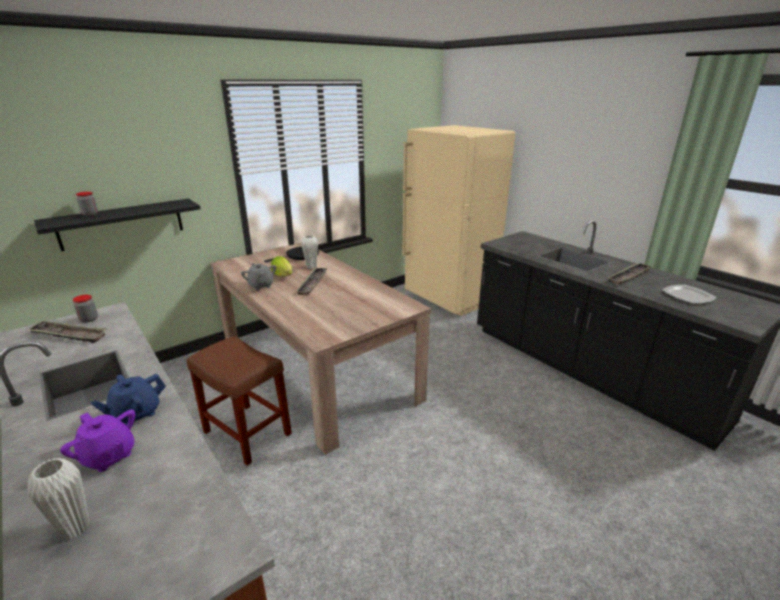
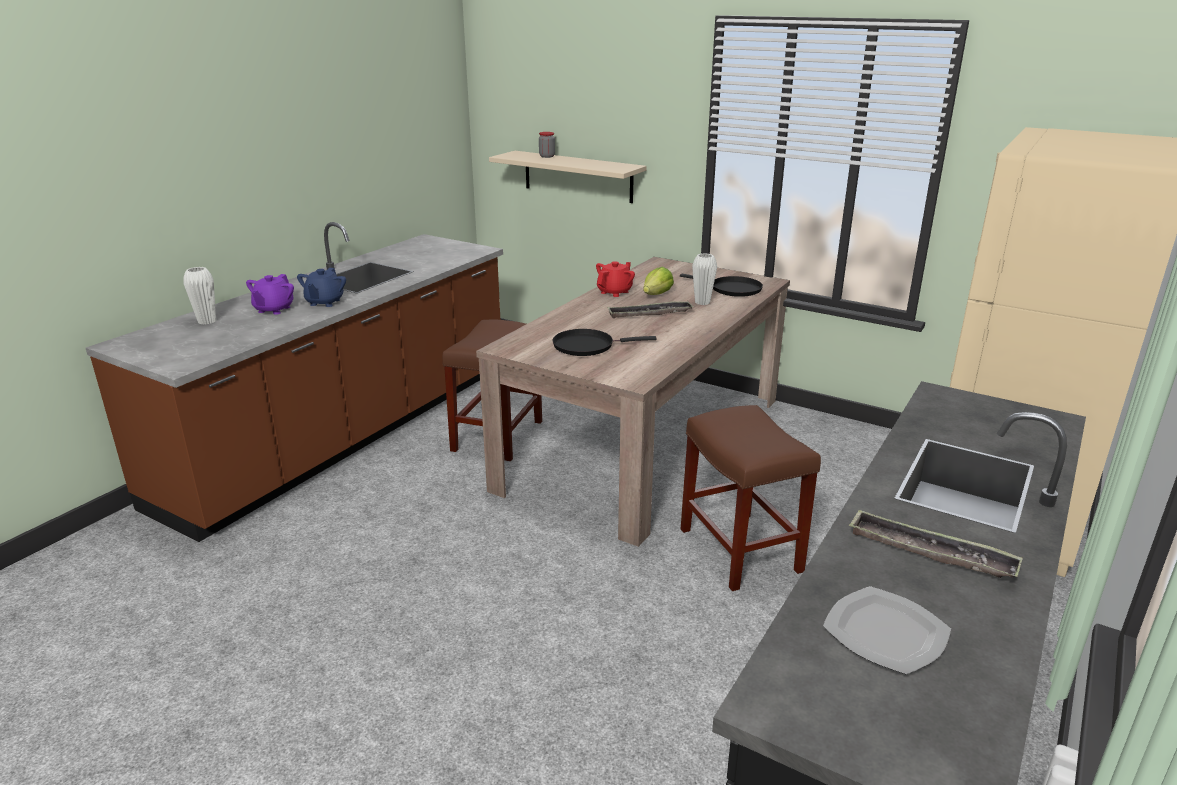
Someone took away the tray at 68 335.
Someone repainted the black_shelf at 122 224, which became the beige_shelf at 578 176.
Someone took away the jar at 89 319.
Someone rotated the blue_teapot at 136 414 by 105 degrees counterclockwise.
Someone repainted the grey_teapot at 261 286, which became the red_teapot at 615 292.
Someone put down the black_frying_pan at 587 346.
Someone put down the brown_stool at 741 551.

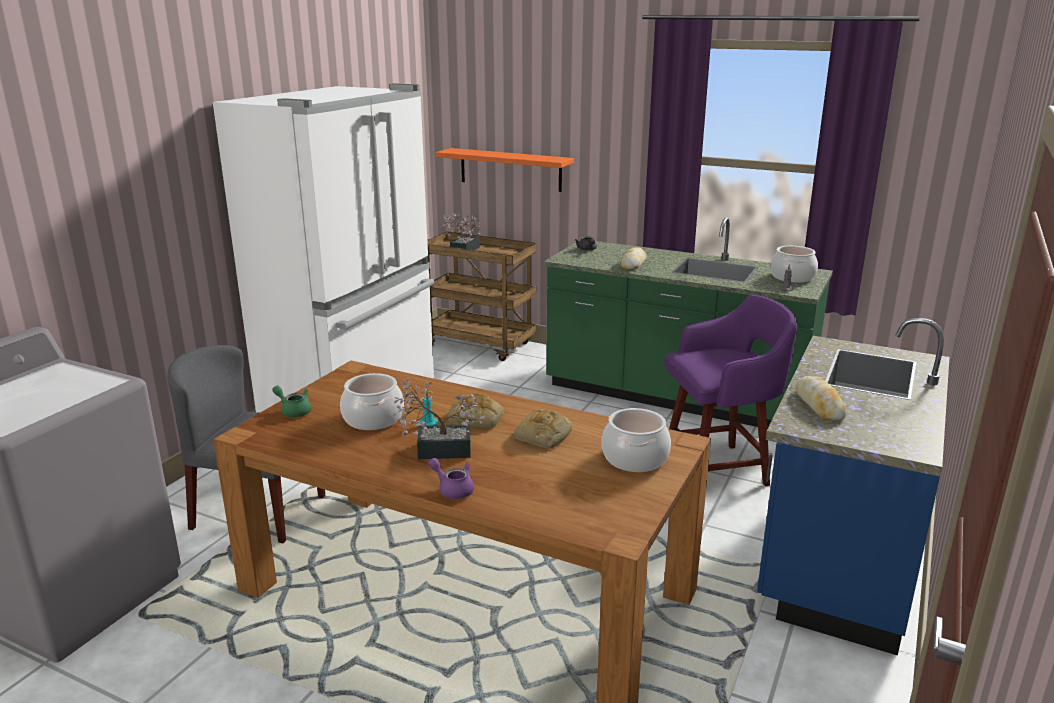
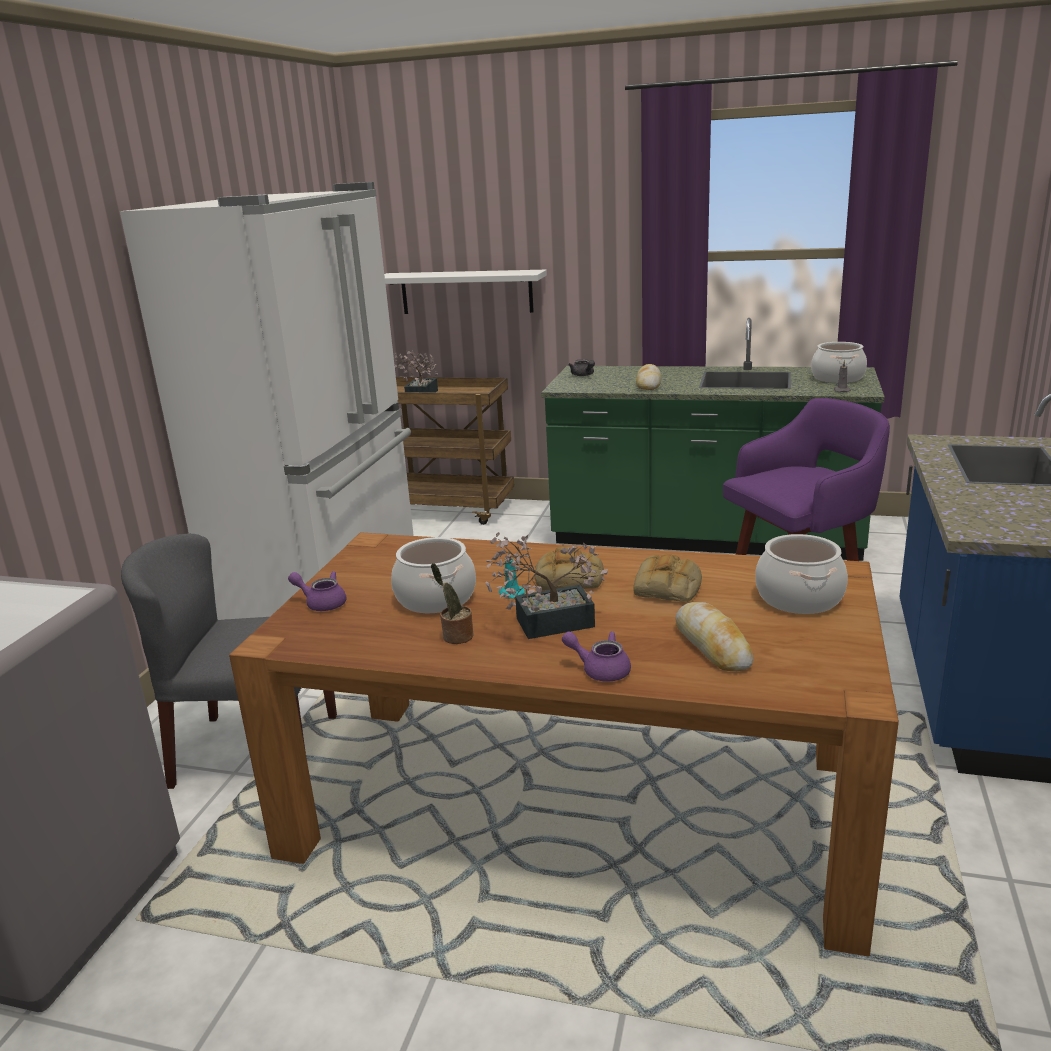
Someone repainted the green_teapot at 294 411, which became the purple_teapot at 322 603.
Someone repainted the orange_shelf at 510 169, which became the white_shelf at 466 292.
Someone carried the bread from 819 405 to 712 645.
Someone put down the potted_plant at 455 637.

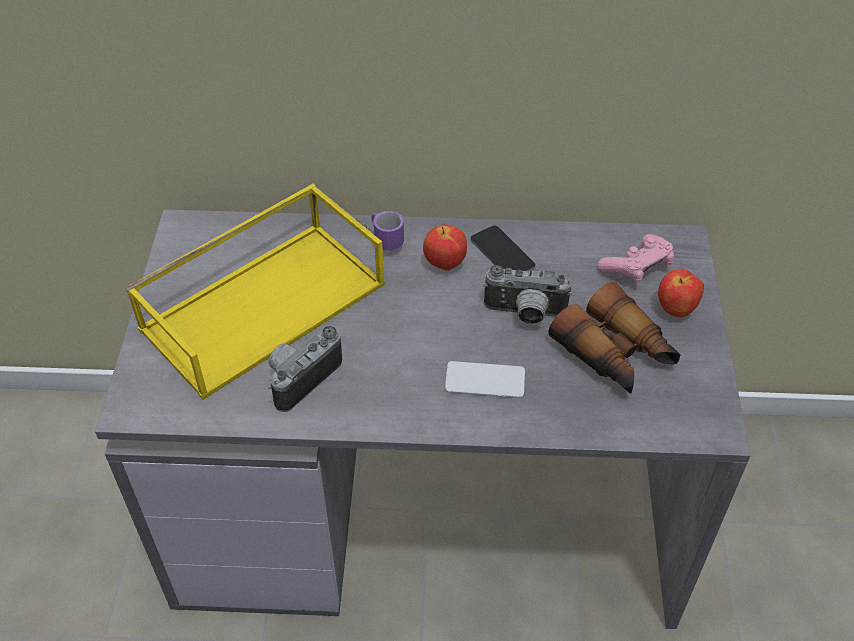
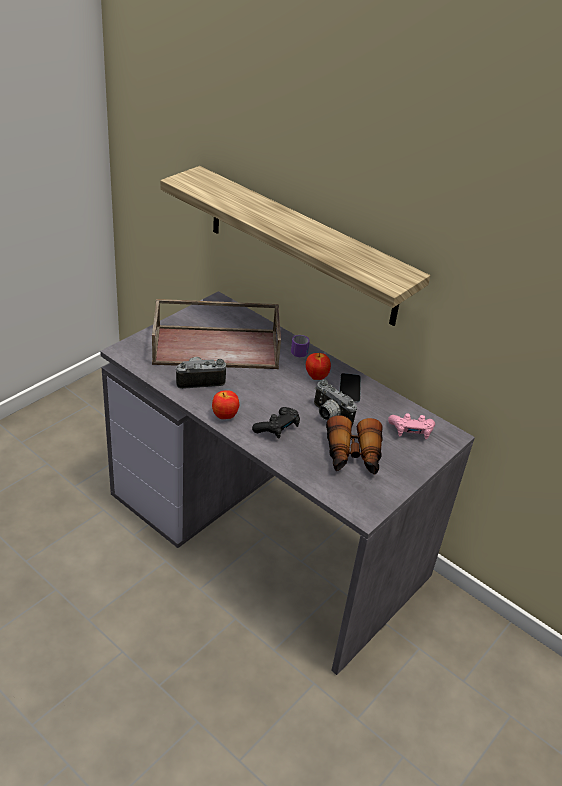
Someone repainted the yellow_tray at 264 304, which became the brown_tray at 217 347.
Someone swapped the phone at 485 381 for the black_game_controller at 277 429.
Someone carried the apple from 676 310 to 225 416.
Someone put up the shelf at 301 246.

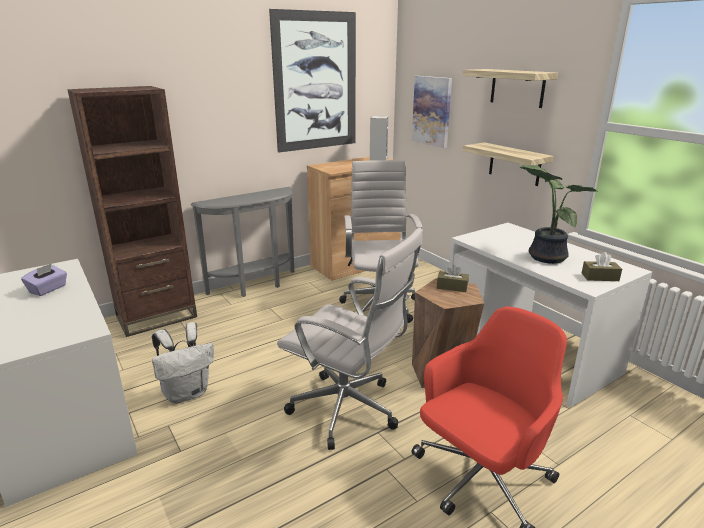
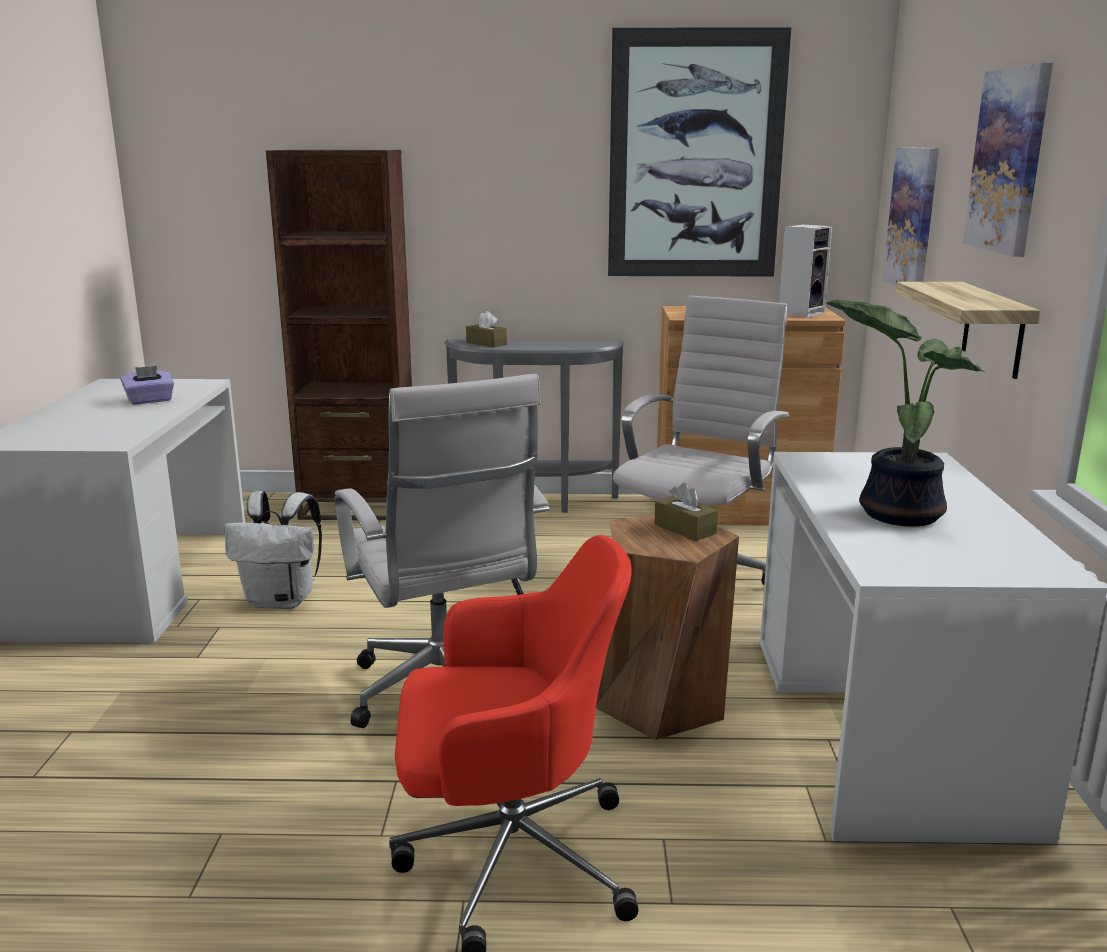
Someone swapped the shelf at 517 88 for the picture at 1009 161.
Someone carried the brown_tissue_box from 600 277 to 486 343.

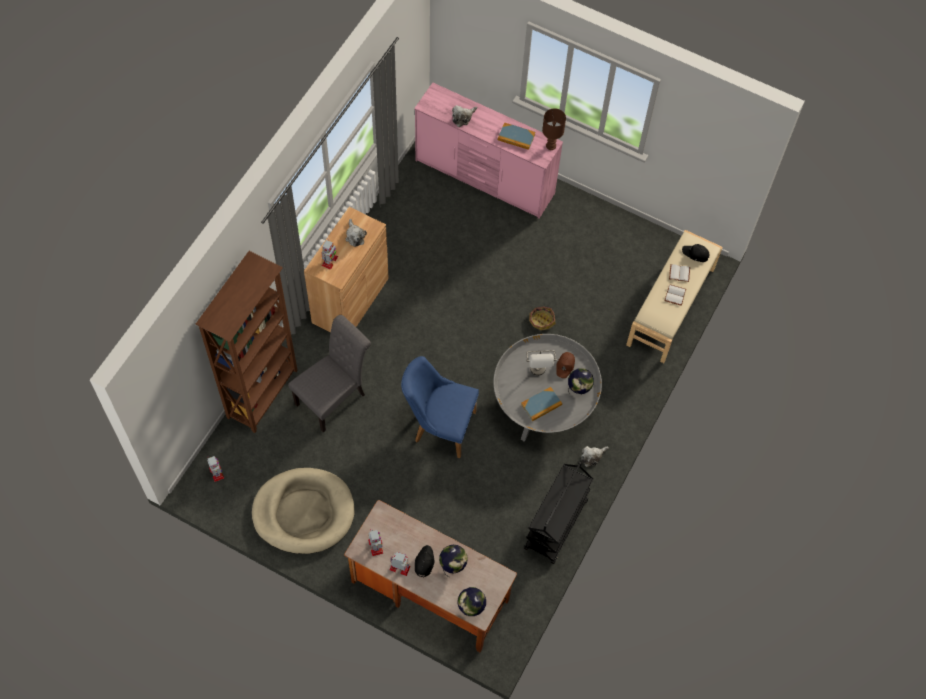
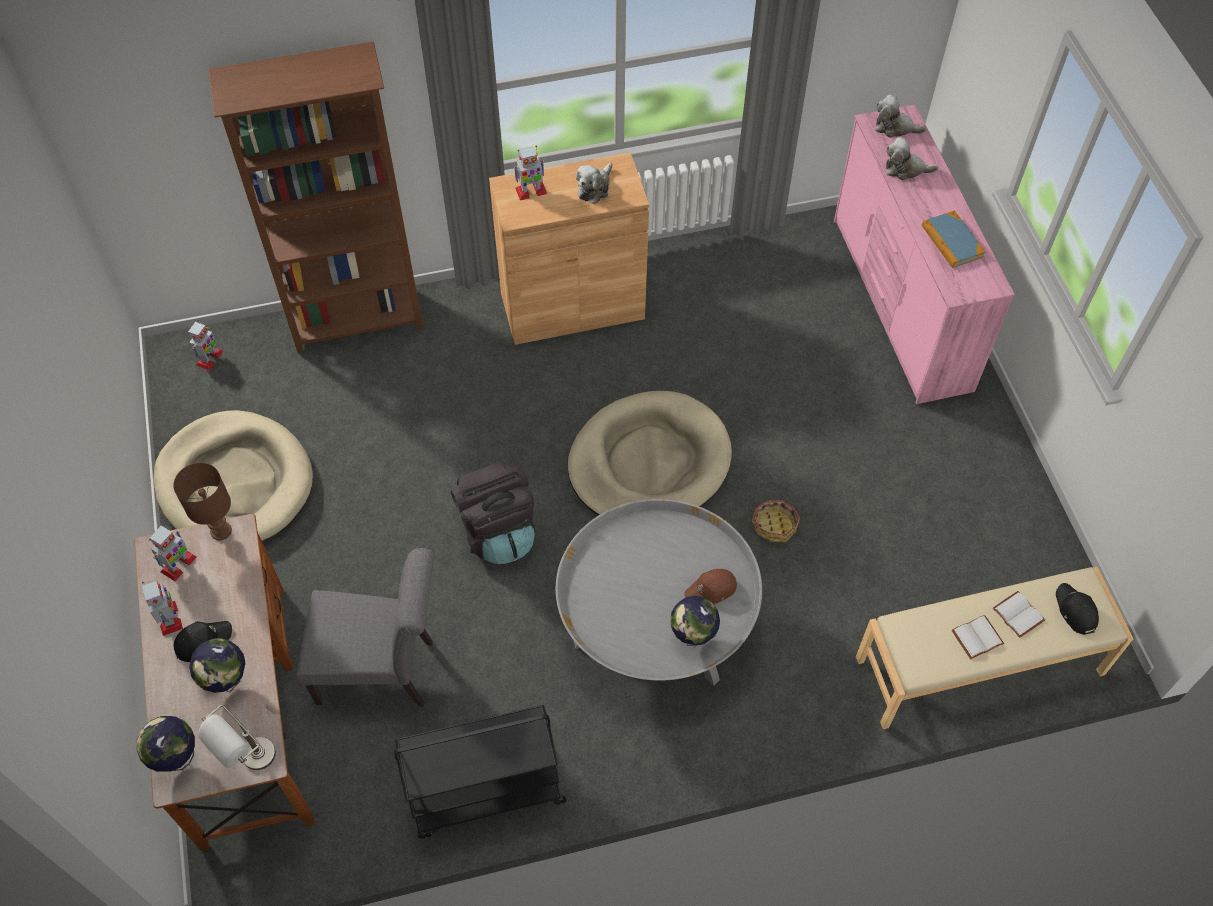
Someone carried the grey_chair from 334 397 to 384 671.
Someone swapped the blue_chair at 439 425 for the black_backpack at 498 531.
Someone took away the book at 541 405.
Someone carried the grey_table_lamp from 538 373 to 250 763.
Someone carried the brown_table_lamp from 550 145 to 220 530.
Someone carried the plush_toy from 592 457 to 895 127.
Someone put down the beige_dog_bed at 649 463.

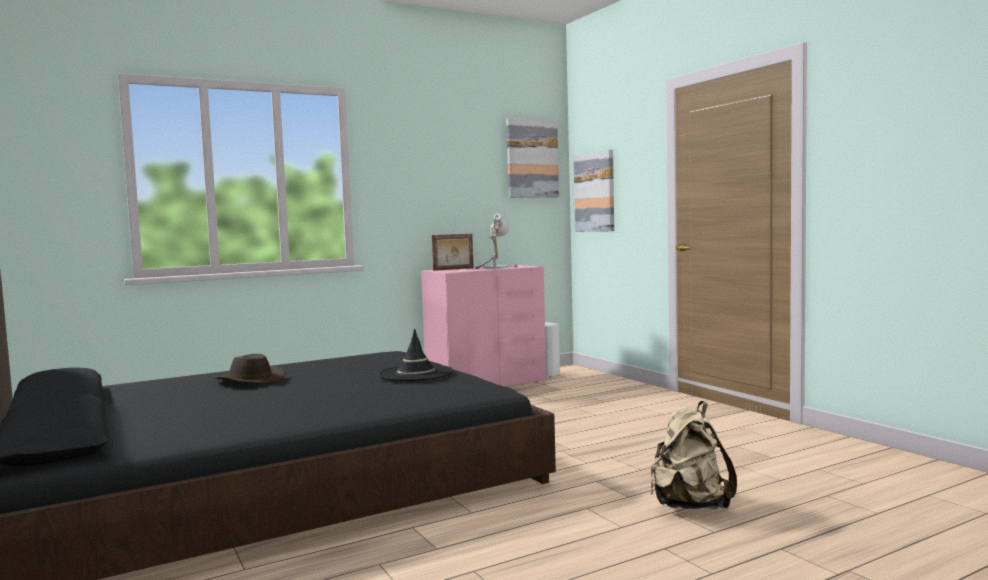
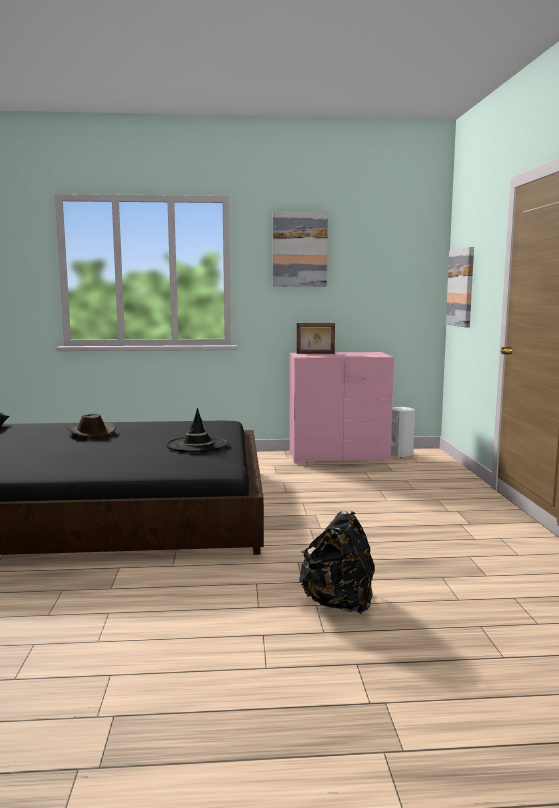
Someone took away the table_lamp at 493 267.
Someone carried the picture from 532 159 to 299 249.
Someone repainted the beige_backpack at 689 506, which became the black_backpack at 339 603.

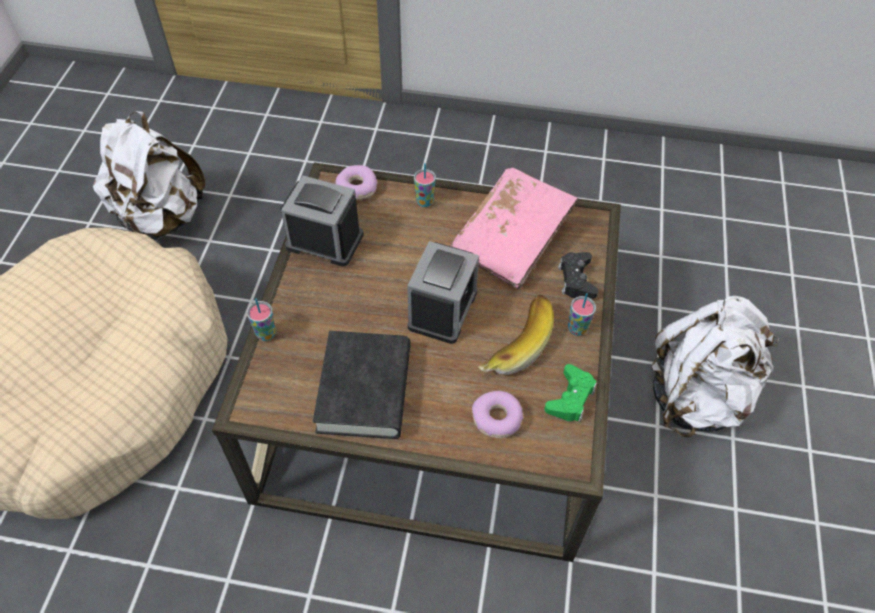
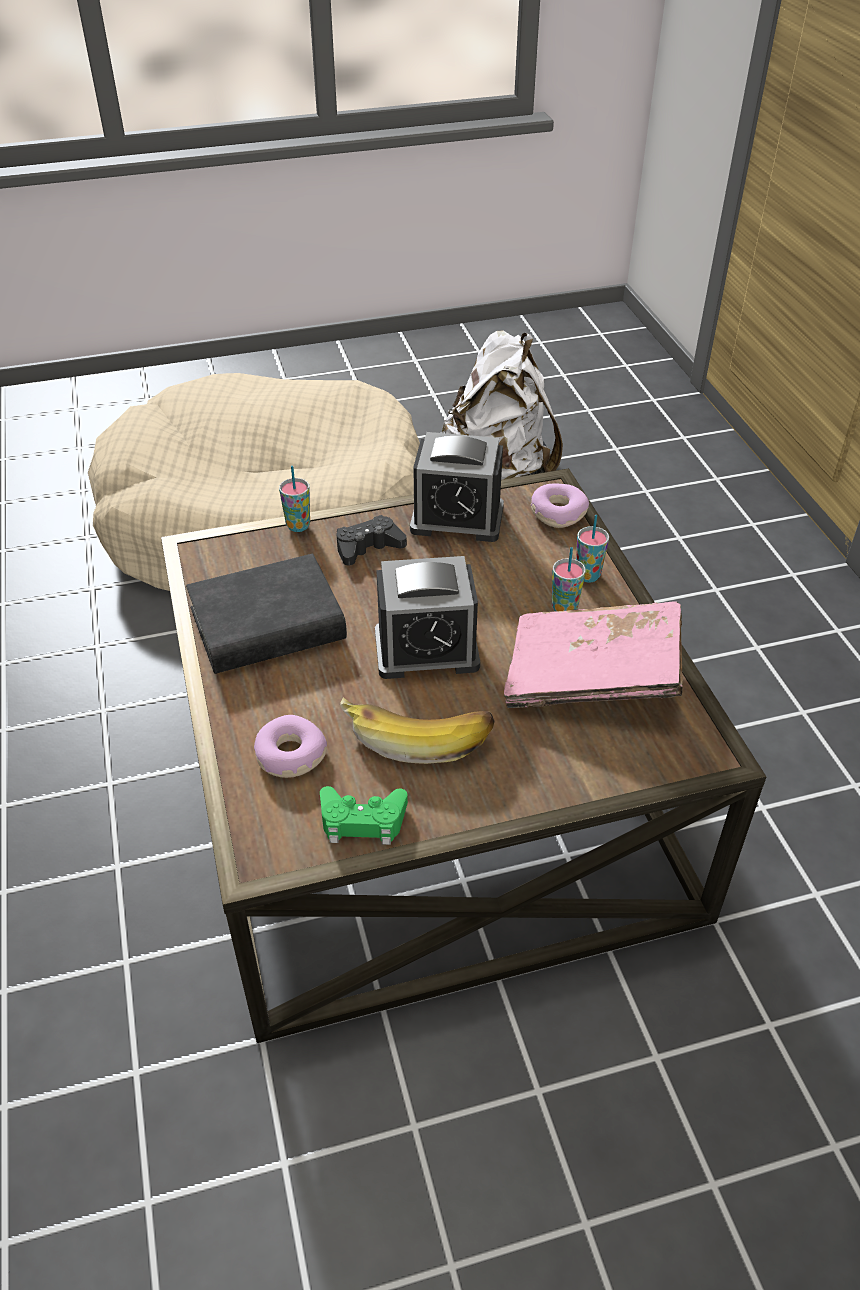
Someone rotated the alarm_clock at 324 241 by 105 degrees clockwise.
Someone carried the black_game_controller from 576 279 to 368 547.
Someone carried the cup from 577 329 to 564 608.
Someone took away the white_backpack at 697 396.

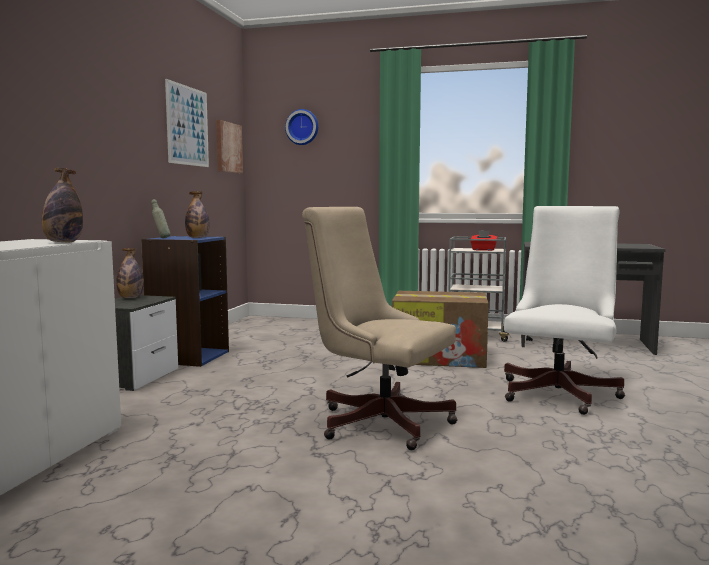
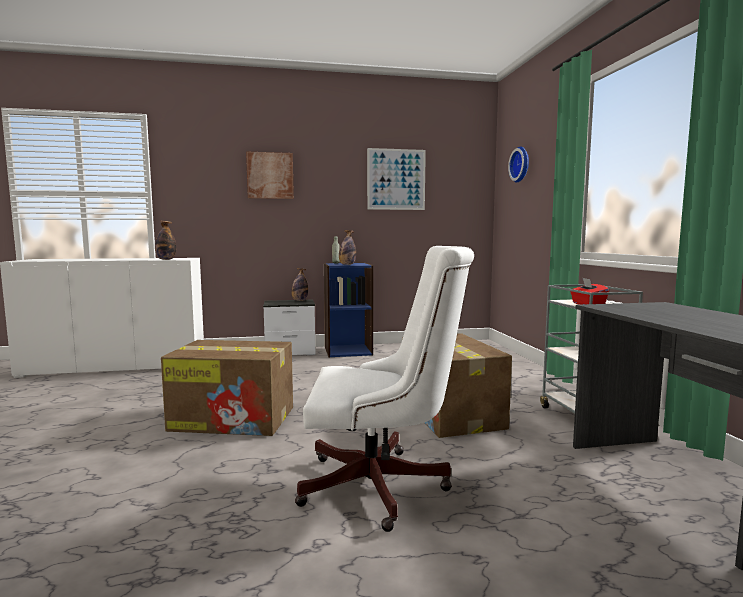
Someone carried the picture from 228 147 to 270 175.
Someone swapped the beige_office_chair at 377 421 for the cardboard_box at 235 419.

